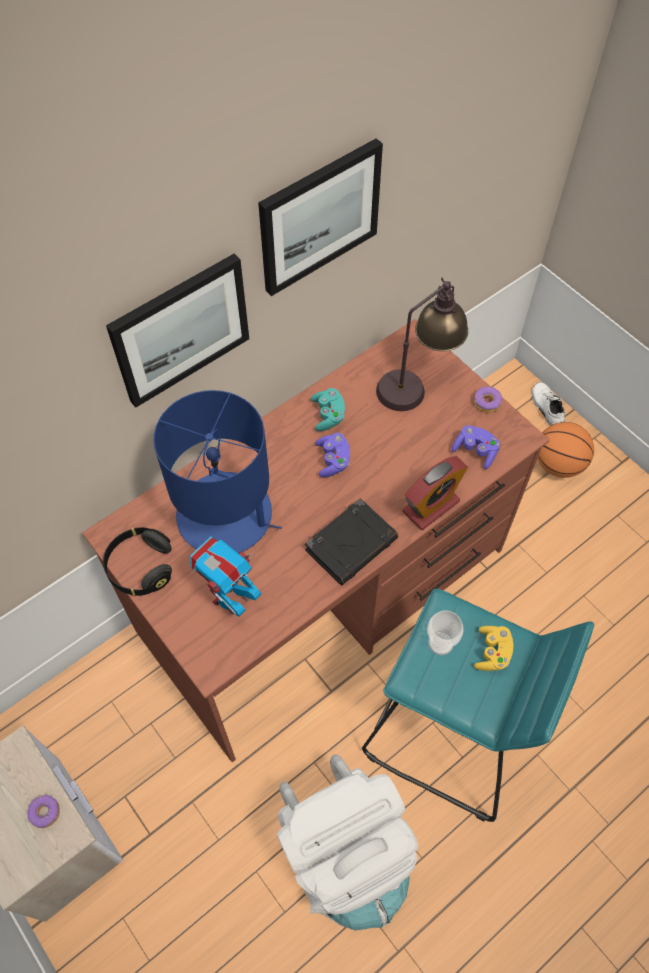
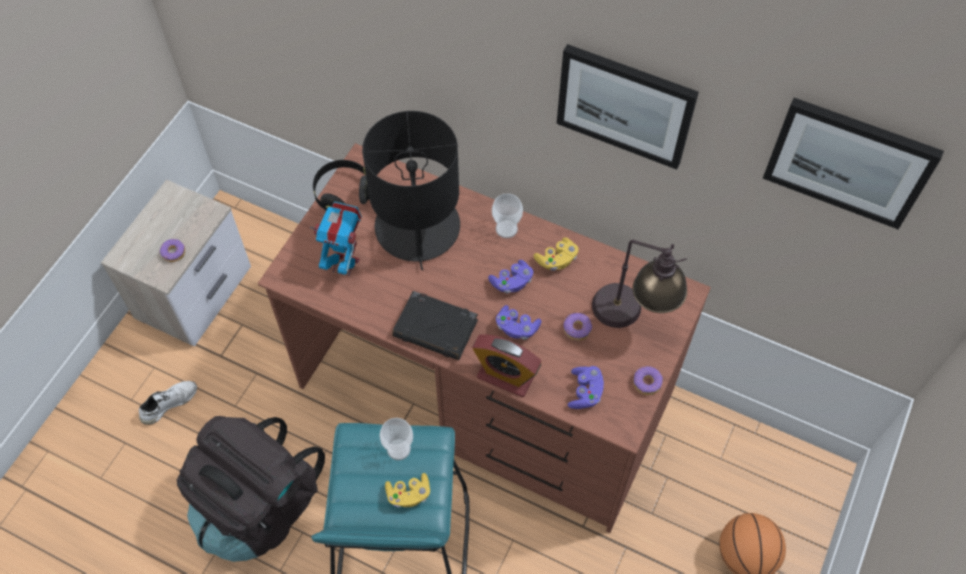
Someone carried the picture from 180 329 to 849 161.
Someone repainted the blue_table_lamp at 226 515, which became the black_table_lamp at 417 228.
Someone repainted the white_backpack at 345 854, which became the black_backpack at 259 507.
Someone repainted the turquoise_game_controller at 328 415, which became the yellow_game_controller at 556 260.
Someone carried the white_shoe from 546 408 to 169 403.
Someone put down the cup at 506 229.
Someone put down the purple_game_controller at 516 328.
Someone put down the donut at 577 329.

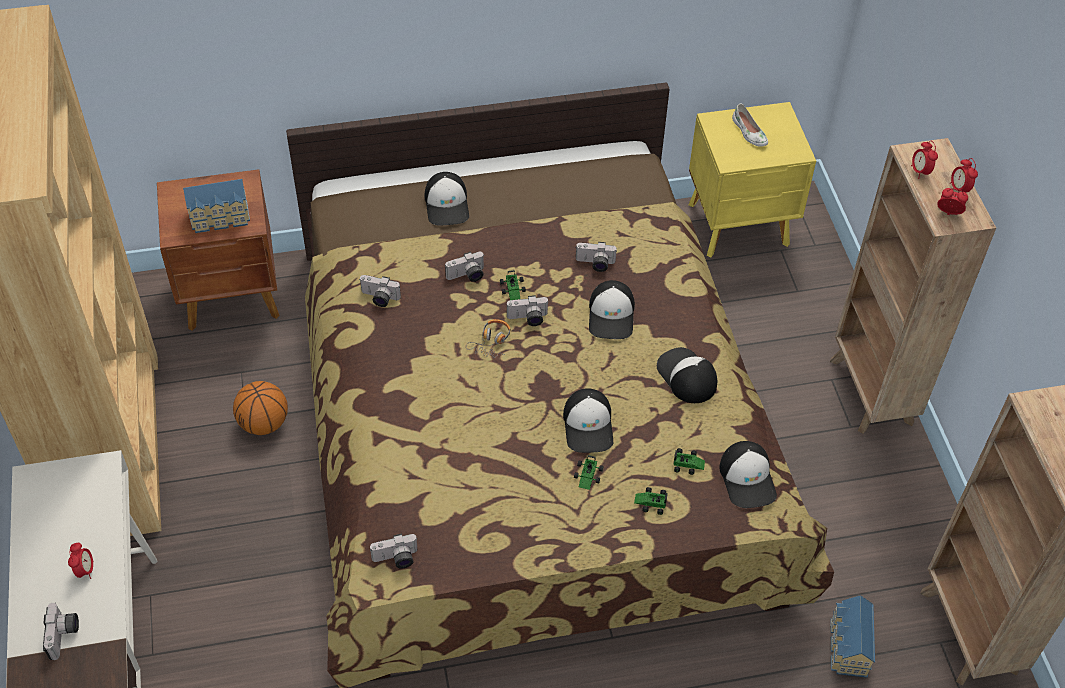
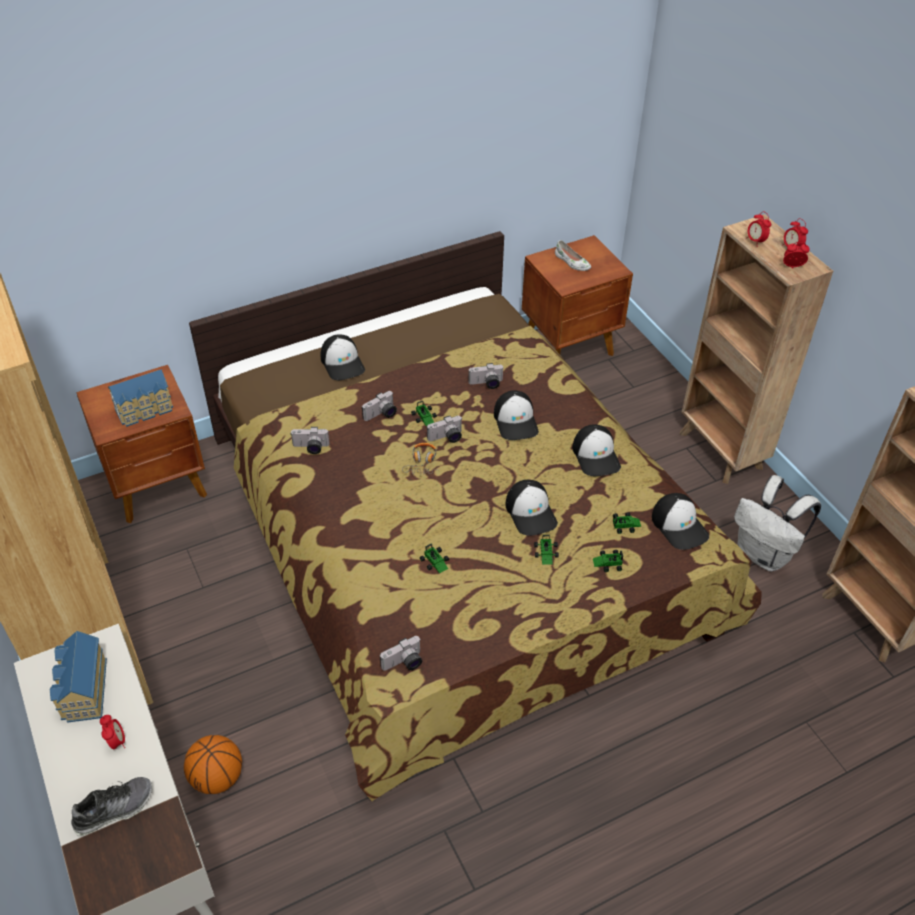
Someone swapped the photo_camera at 64 636 for the shoe at 114 809.
Someone carried the basketball from 263 423 to 217 777.
Someone rotated the cap at 686 376 by 150 degrees counterclockwise.
Someone repainted the yellow_nightstand at 740 225, which became the brown_nightstand at 570 347.
Someone carried the toy_house from 847 647 to 82 691.
Someone put down the toy_car at 436 562.
Someone put down the white_backpack at 764 554.

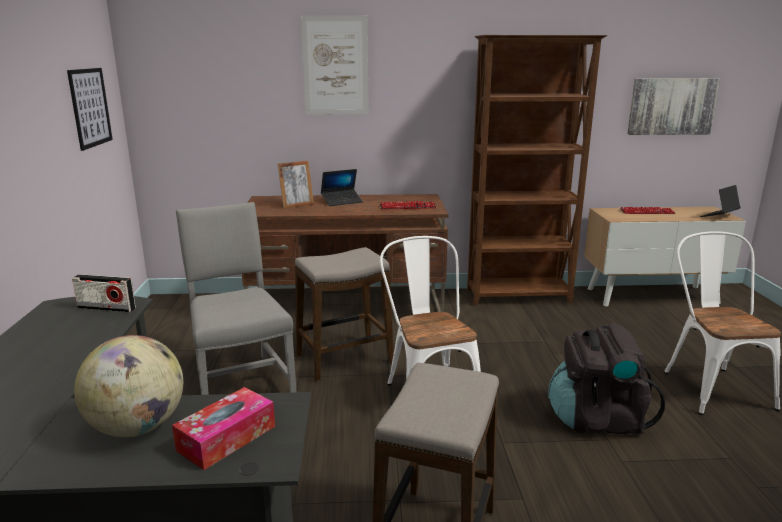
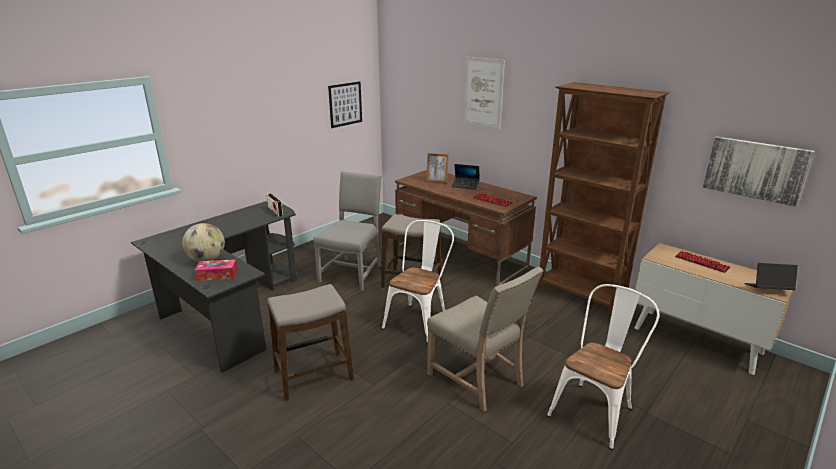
Someone swapped the black_backpack at 597 419 for the beige_chair at 478 379.

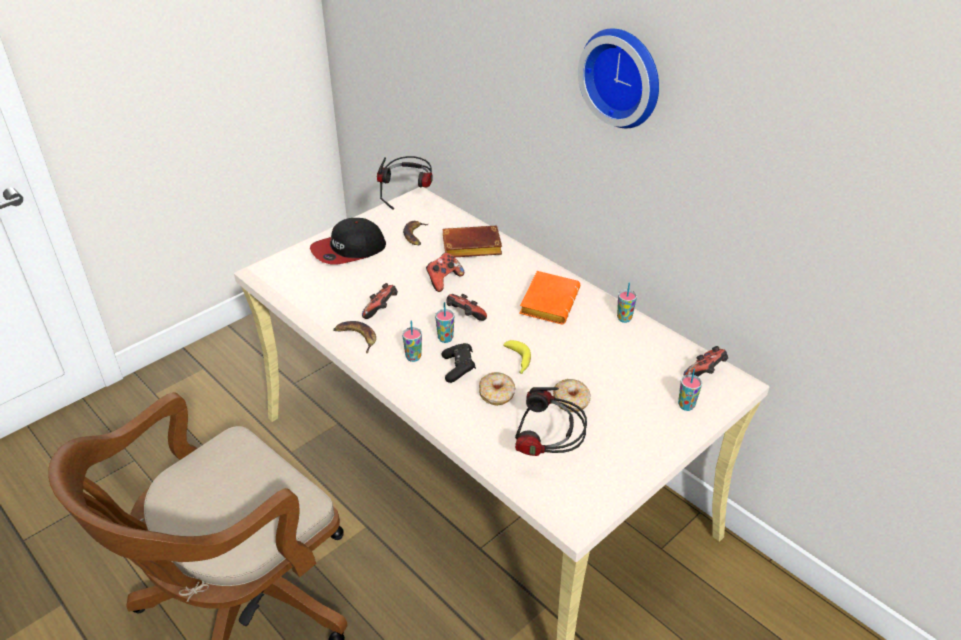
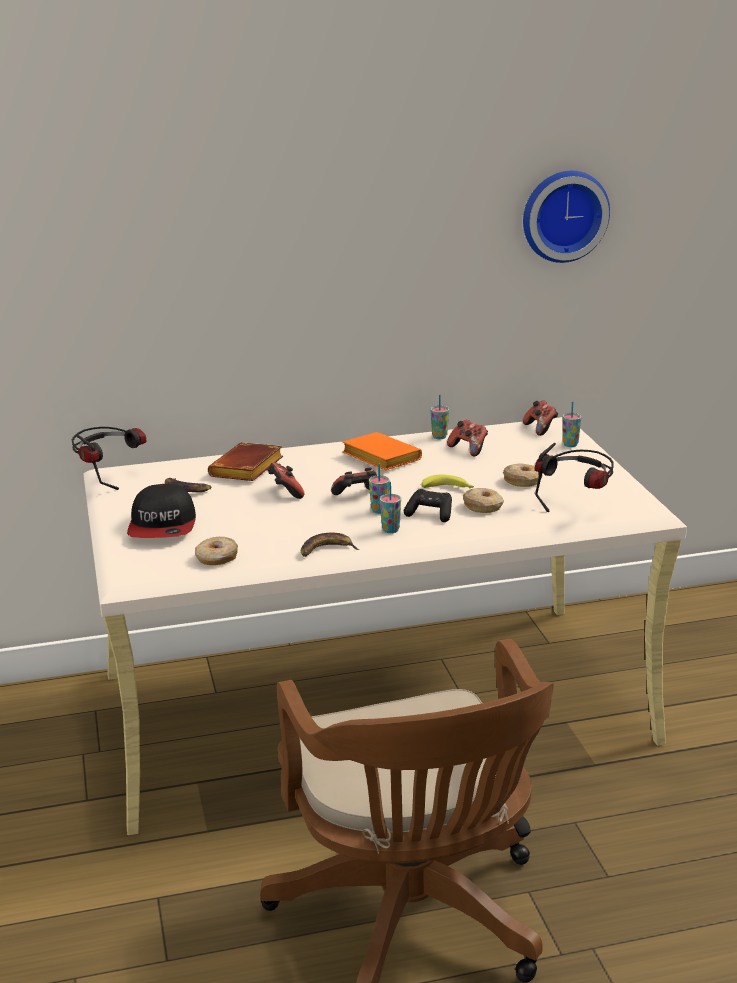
Someone carried the game_controller from 382 310 to 469 449.
Someone carried the wall_clock from 624 76 to 563 215.
Someone put down the donut at 217 558.

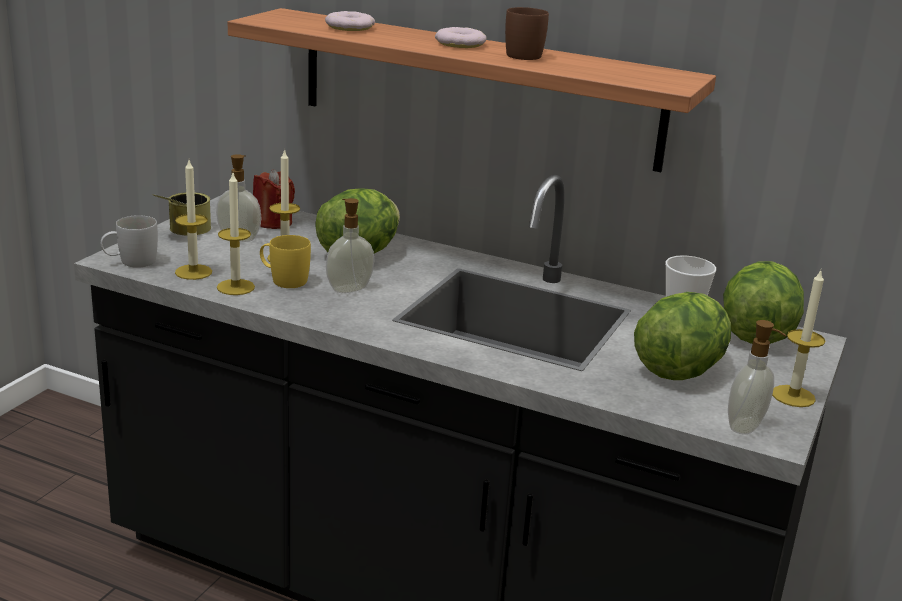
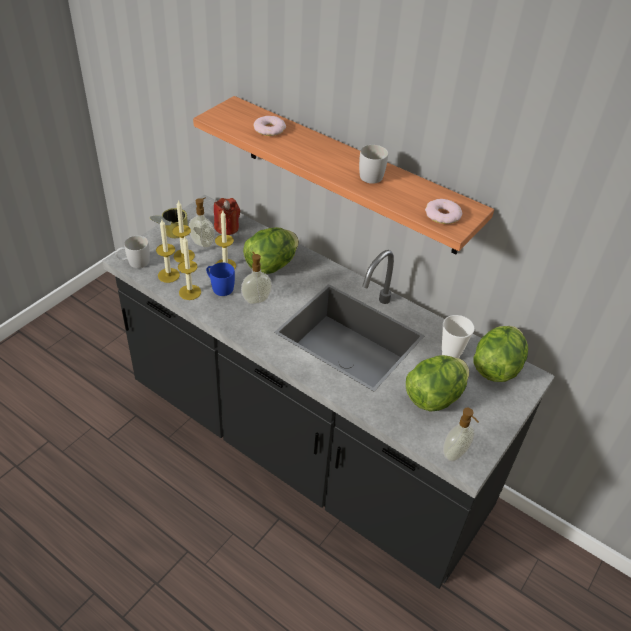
Someone repainted the yellow_mug at 283 280, which became the blue_mug at 219 287.
Someone carried the donut from 460 44 to 442 215.
Someone repainted the brown_mug at 526 54, which became the white_mug at 374 175.
Someone carried the candle from 793 396 to 184 256.

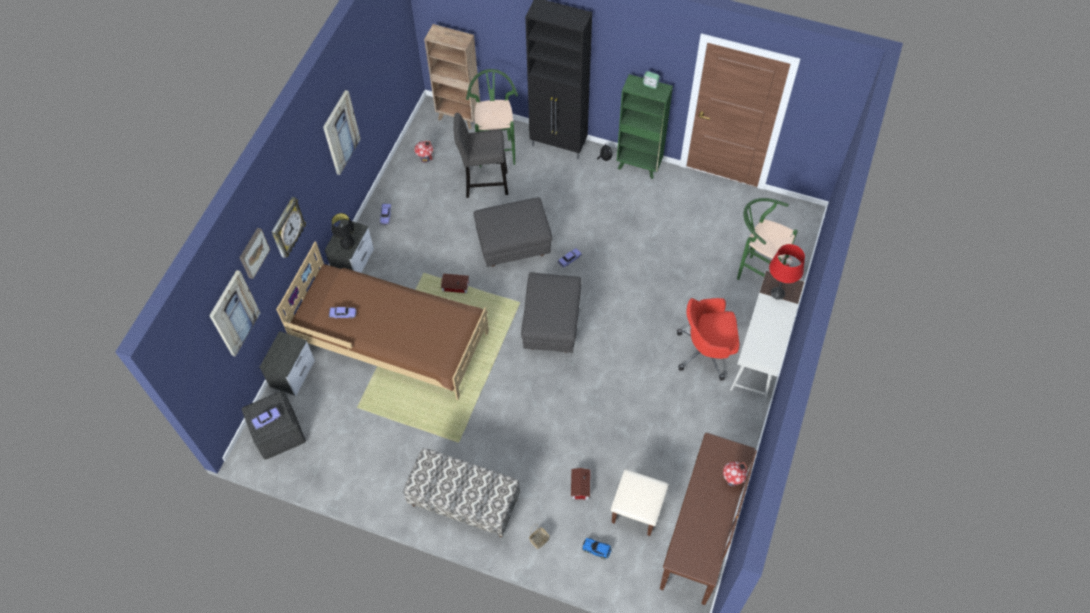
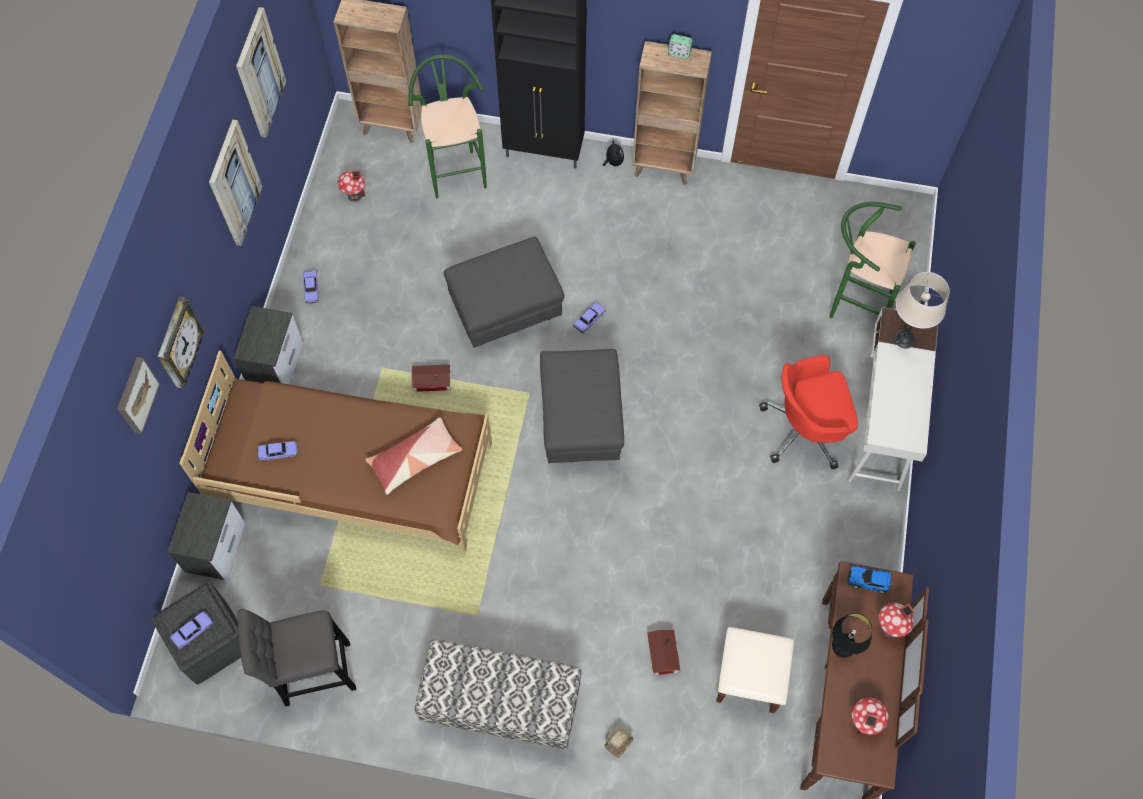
Someone carried the picture from 234 313 to 259 73.
Someone carried the black_table_lamp from 348 246 to 841 649.
Someone carried the grey_stool from 483 183 to 312 673.
Someone carried the toy_car from 597 549 to 869 581.
Someone repainted the green_bookcase at 639 166, which became the brown_bookcase at 664 168.
Someone repainted the red_table_lamp at 777 293, which became the beige_table_lamp at 904 339.
Someone put down the pillow at 415 459.
Someone put down the toy_house at 863 722.

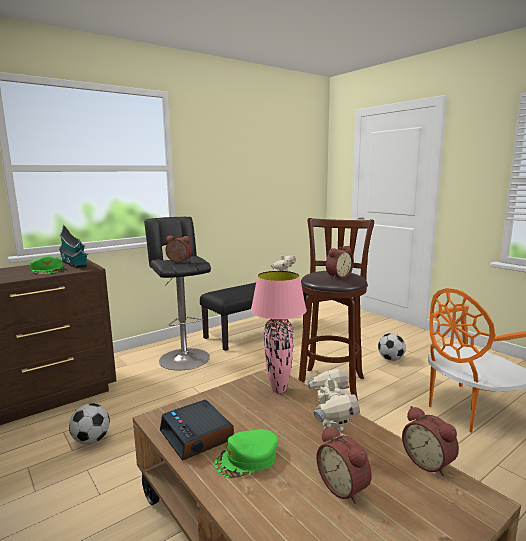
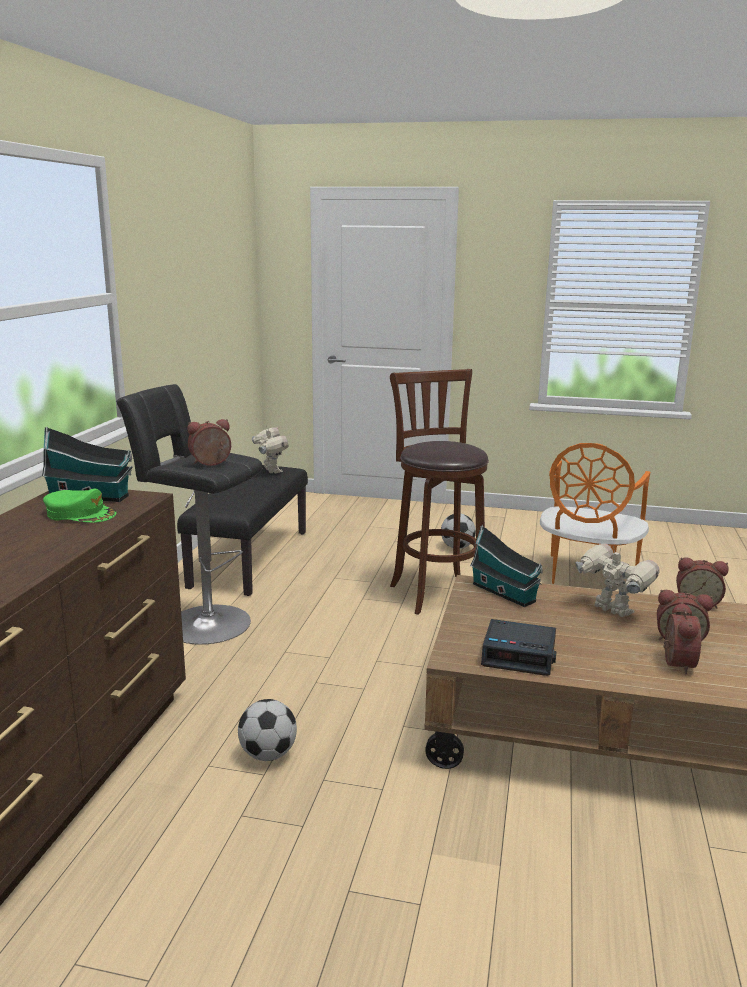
Someone took away the green_cap at 247 459.
Someone swapped the pink_table_lamp at 278 389 for the toy_house at 505 594.
Someone carried the alarm_clock from 337 276 to 675 663.

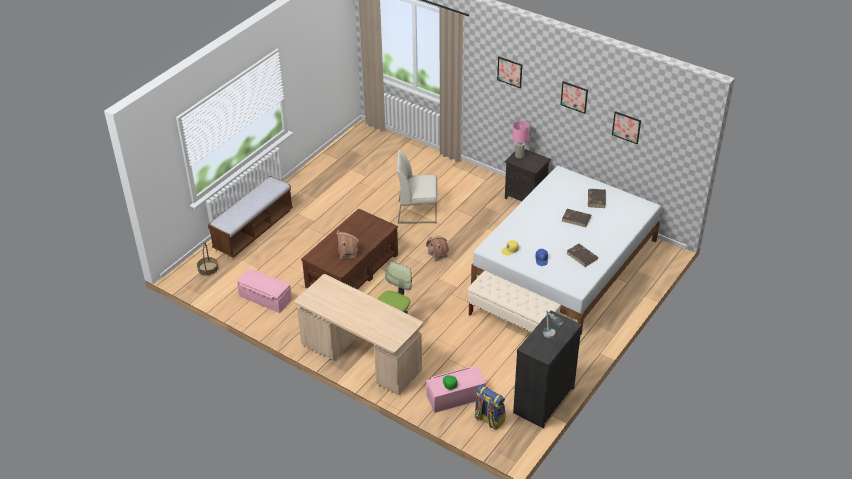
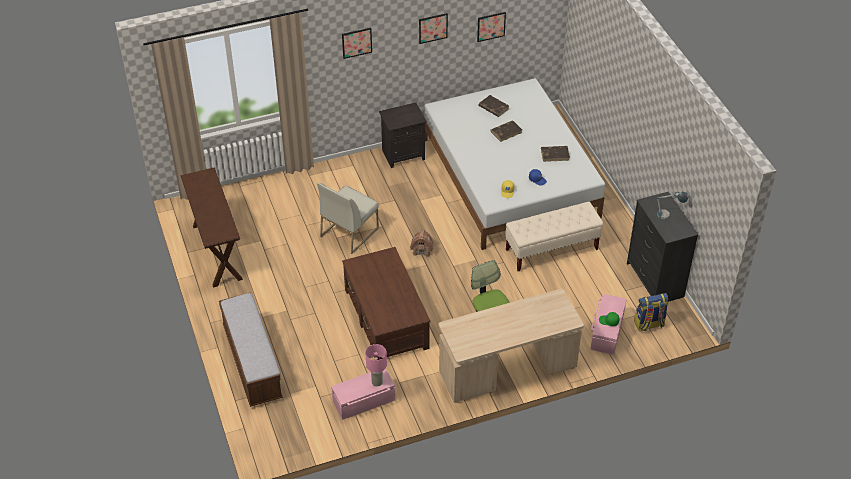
Someone took away the basket at 208 269.
Someone took away the toy_house at 348 253.
Someone carried the pink_table_lamp from 519 156 to 377 382.
Someone put down the brown_console_table at 217 252.

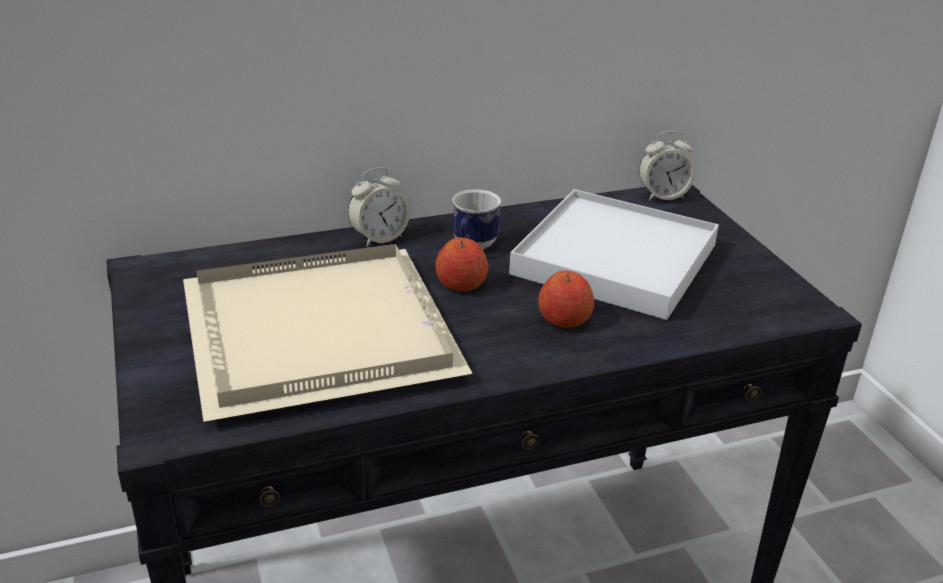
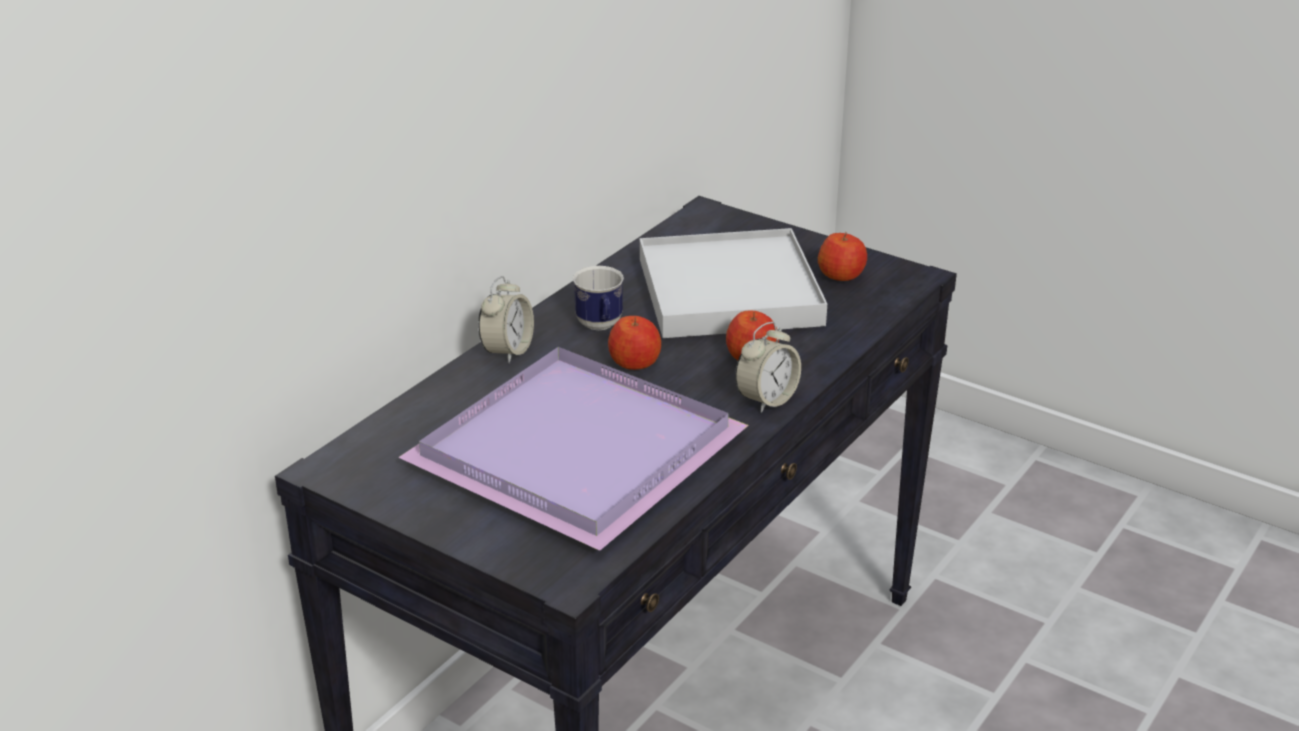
Someone repainted the beige_tray at 324 335, which became the purple_tray at 583 450.
Someone carried the alarm_clock from 663 195 to 766 400.
Someone put down the apple at 841 275.

